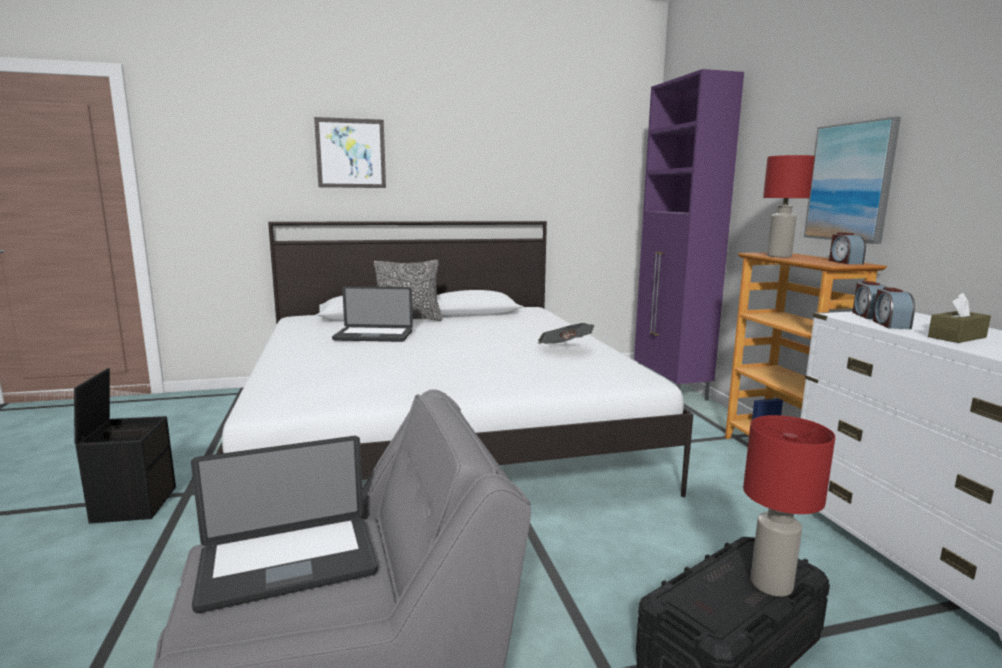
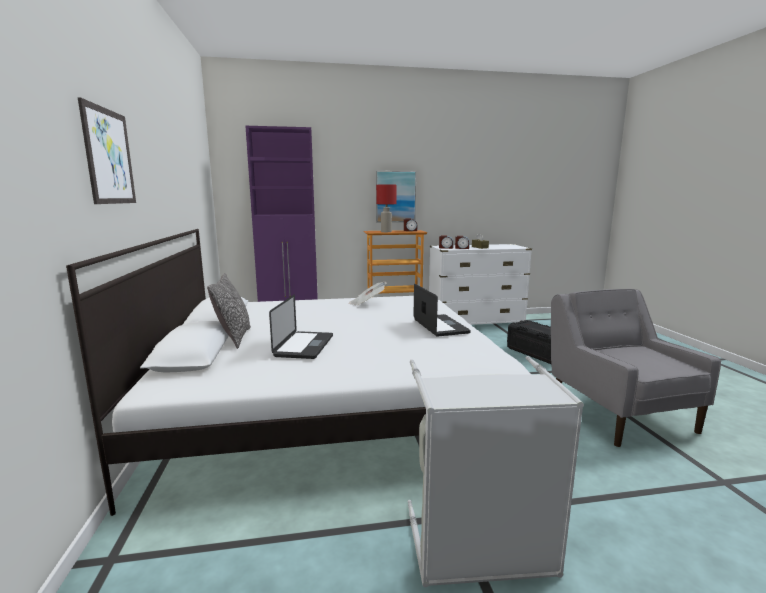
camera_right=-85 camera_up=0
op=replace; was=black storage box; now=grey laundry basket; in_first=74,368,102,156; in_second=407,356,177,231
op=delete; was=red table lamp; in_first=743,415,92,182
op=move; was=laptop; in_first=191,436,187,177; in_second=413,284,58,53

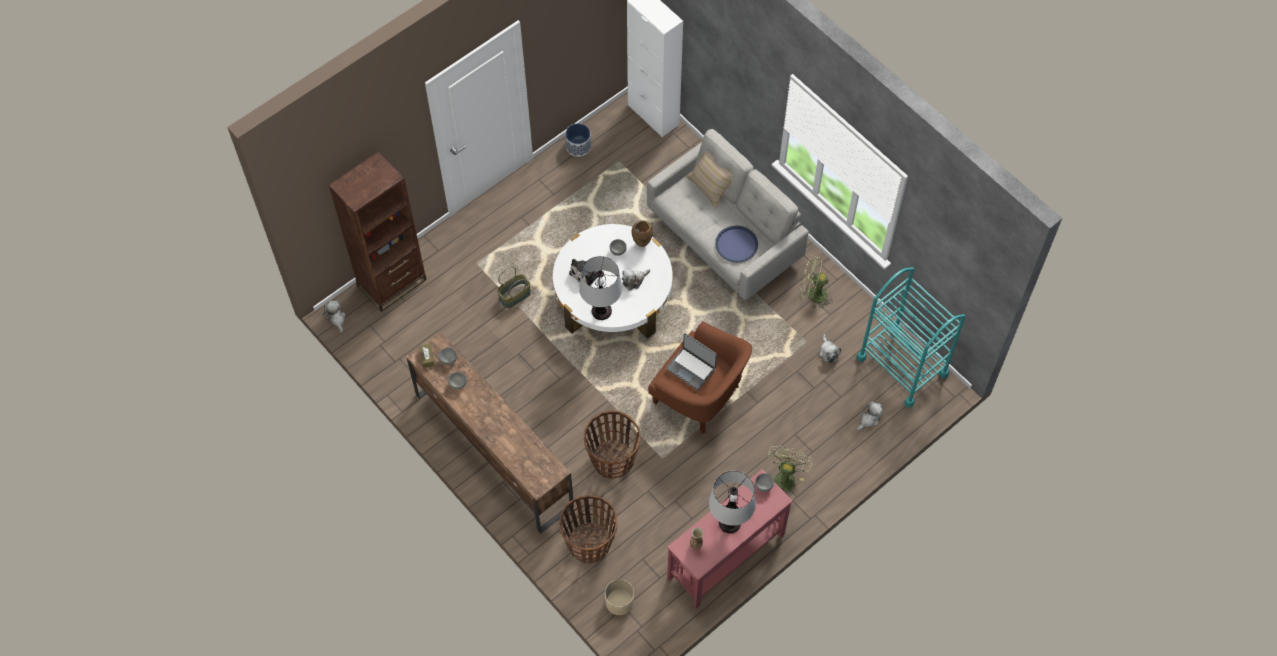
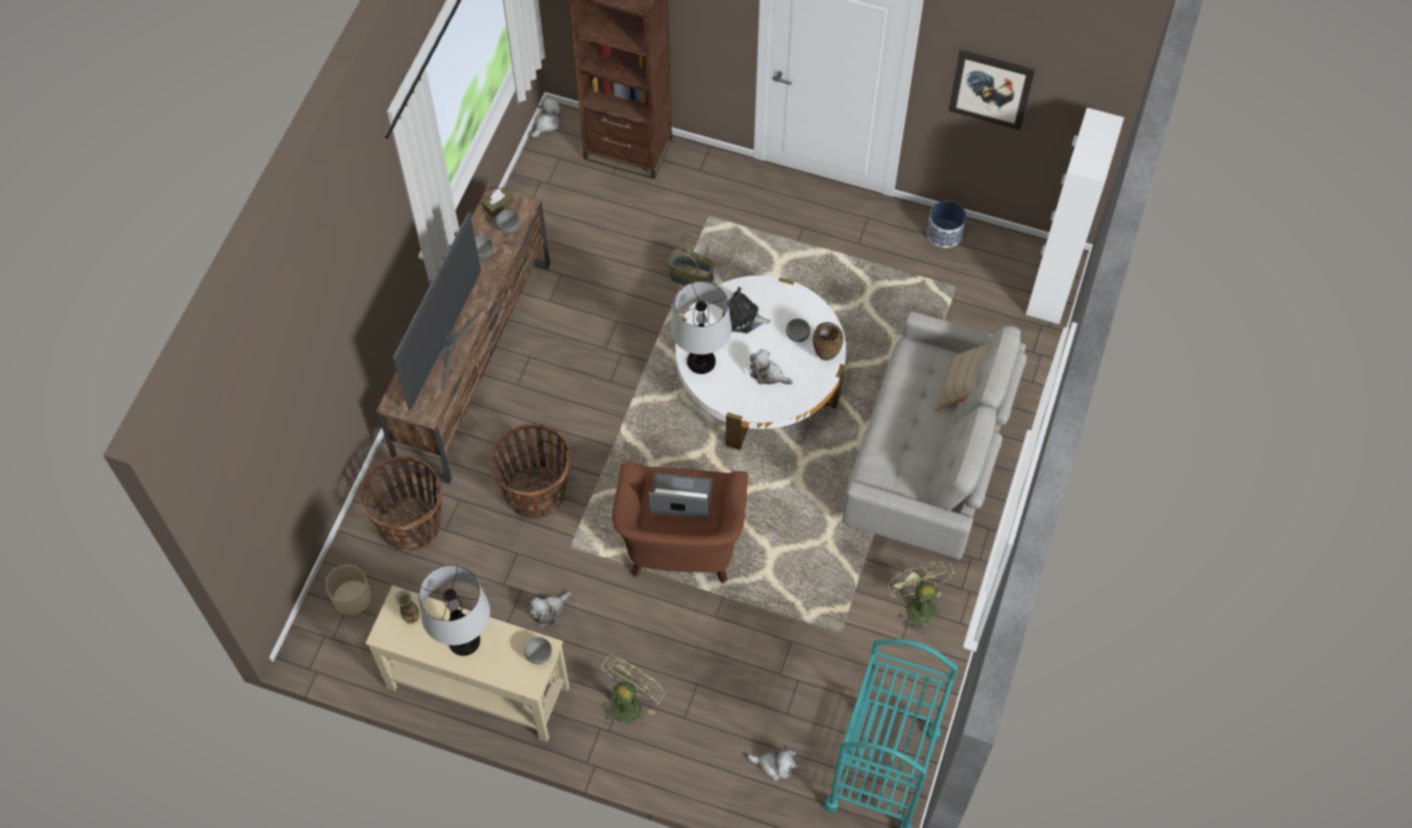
camera_right=60 camera_up=0
op=delete; was=blue tray; in_first=715,226,43,37
op=rotate; was=laptop; in_first=666,333,51,57; in_second=648,473,65,46; clockwise=90
op=move; was=plush toy; in_first=819,334,22,29; in_second=530,592,41,36
op=rotate; was=green fan; in_first=766,446,47,45; in_second=601,656,64,69; clockwise=-45
op=recolor; was=red console table; now=beige console table; in_first=667,469,126,140; in_second=366,585,203,157
op=insert; now=picture; in_second=949,50,86,80
op=insert; now=television; in_second=393,212,90,198

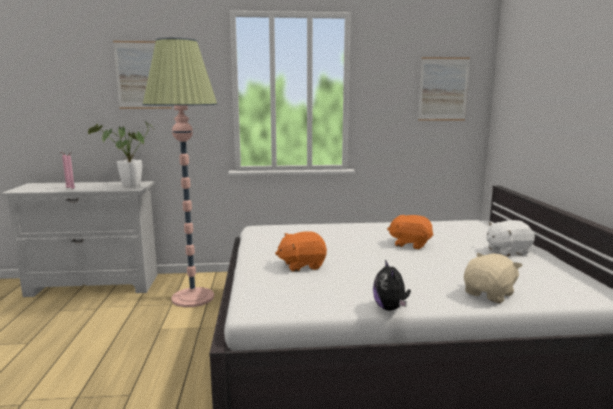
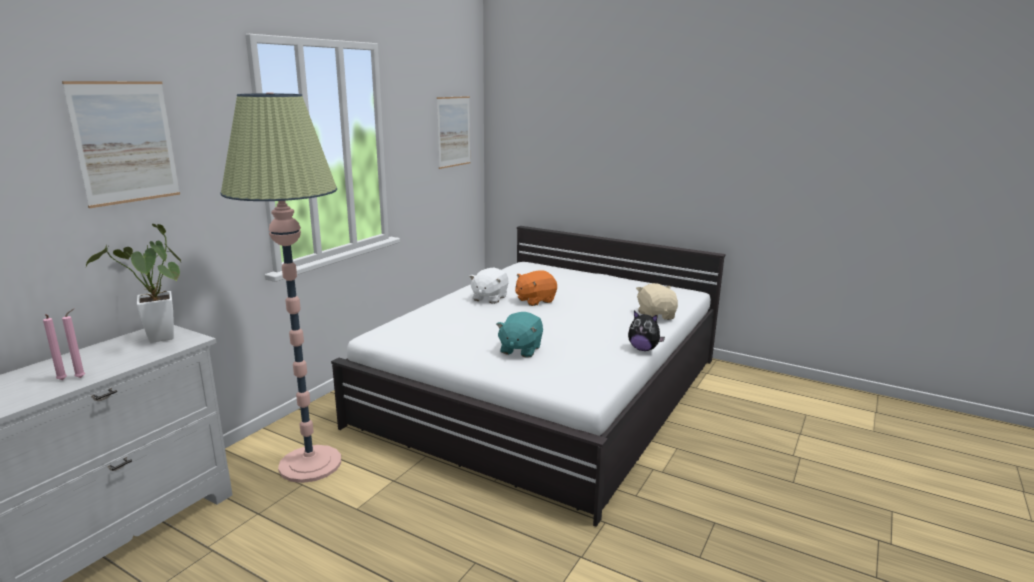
camera_right=-55 camera_up=5
op=move; was=white plush toy; in_first=486,220,49,36; in_second=469,268,40,36
op=recolor; was=orange plush toy; now=turquoise plush toy; in_first=275,231,52,41; in_second=496,312,47,46

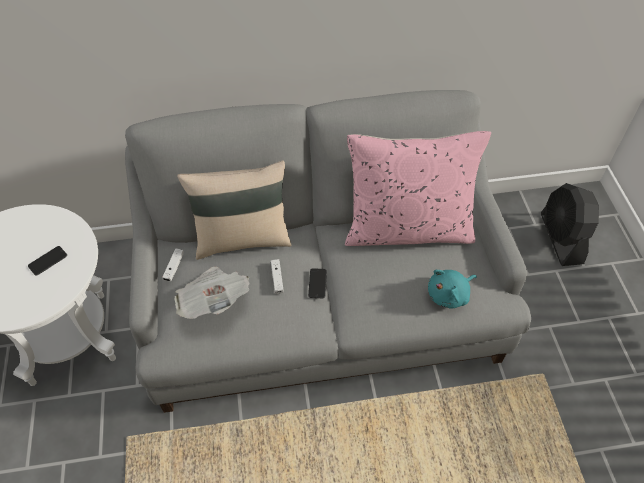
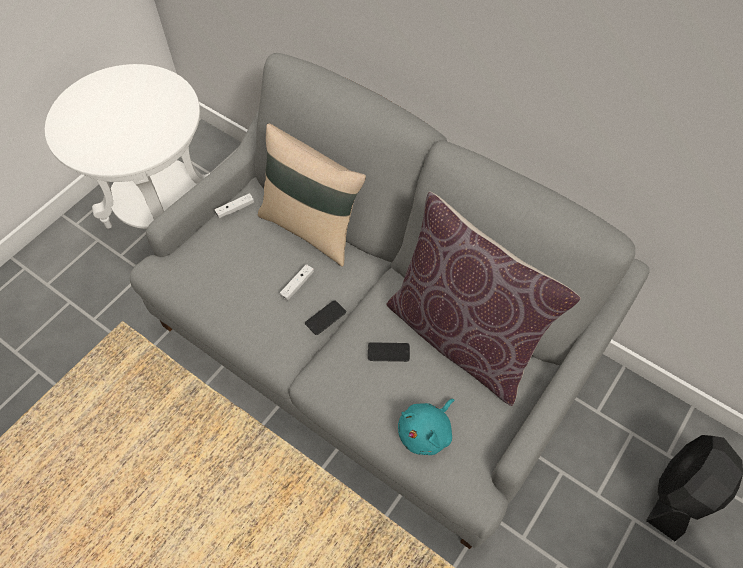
camera_right=45 camera_up=5
op=recolor; was=pink pillow; now=brown pillow; in_first=345,131,146,115; in_second=386,192,195,214
op=move; was=phone; in_first=28,246,39,30; in_second=368,342,42,20
op=delete; was=newspaper; in_first=175,266,74,53
op=rotate; was=turquoise plush toy; in_first=428,270,49,39; in_second=398,399,57,56; clockwise=-60

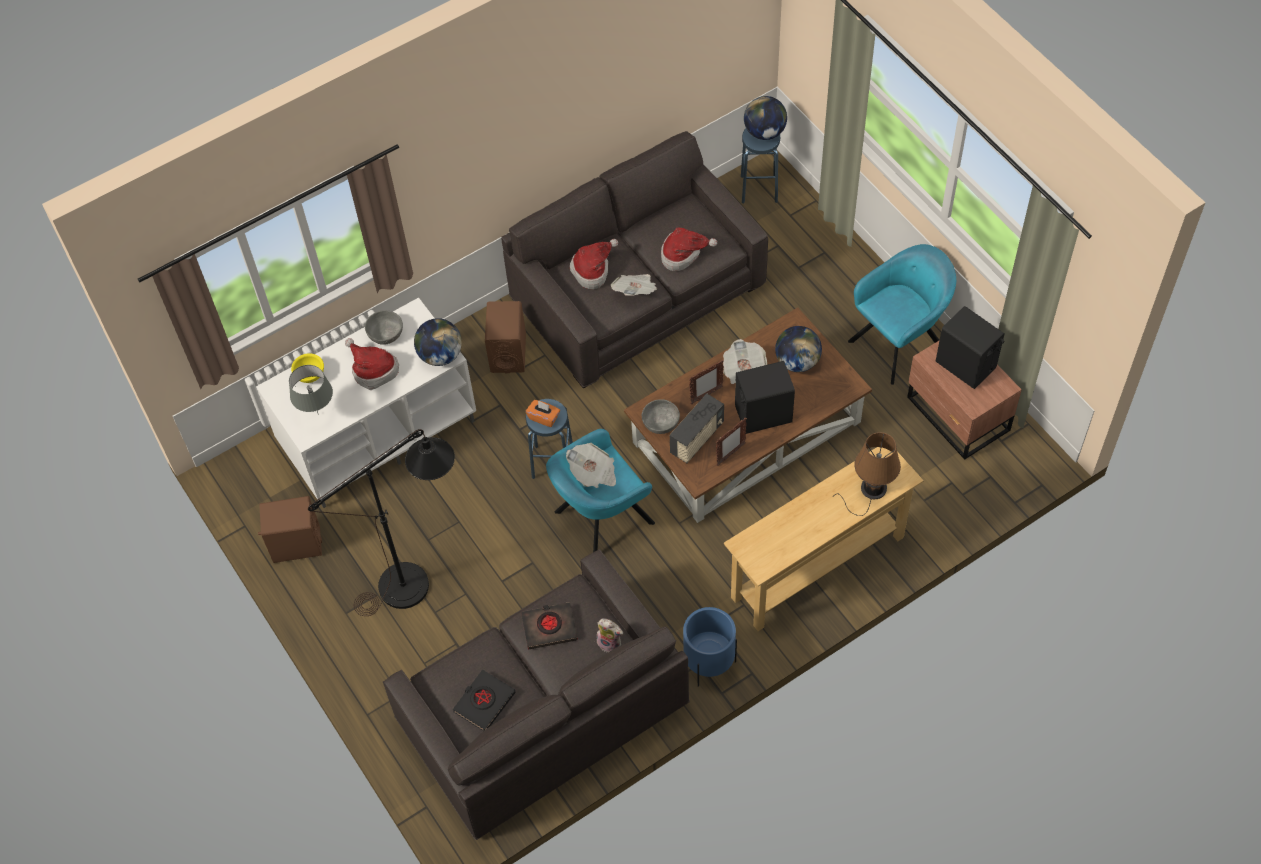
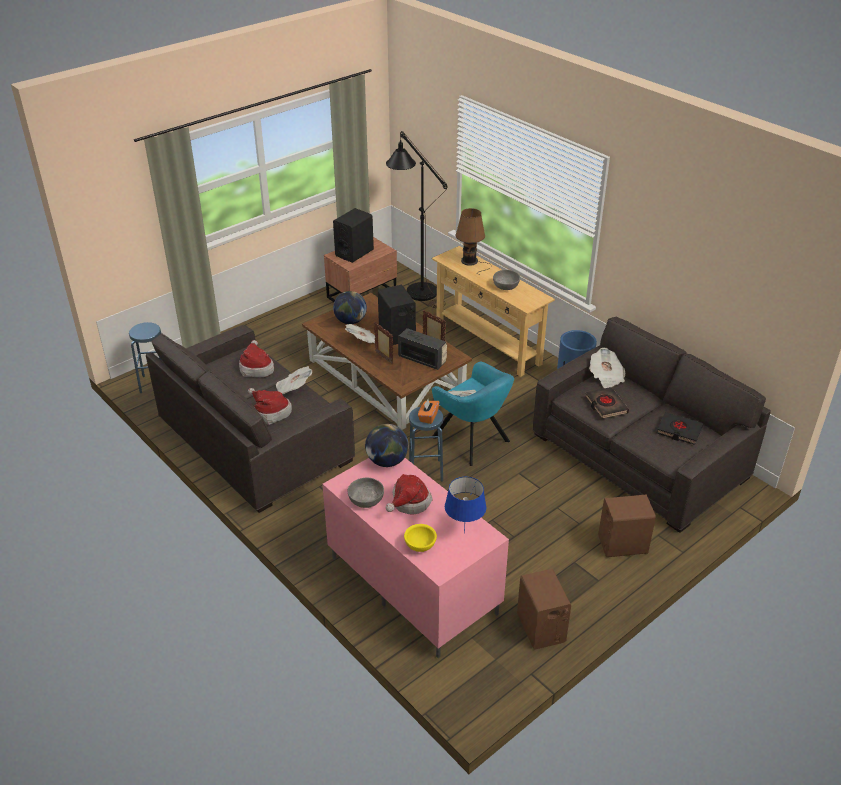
camera_right=-100 camera_up=-20
op=delete; was=globe; in_first=744,96,43,44
op=delete; was=turquoise armchair; in_first=848,244,108,141
op=recolor; was=white tv stand; now=pink tv stand; in_first=256,297,220,211; in_second=322,458,187,200
op=move; was=brown speaker; in_first=485,301,41,72; in_second=598,495,58,62
op=recolor; was=grey table lamp; now=blue table lamp; in_first=289,365,44,50; in_second=445,477,41,57
op=move; was=grey bowl; in_first=642,399,38,35; in_second=493,270,27,20
op=move; was=black floor lamp; in_first=308,429,147,187; in_second=386,131,61,177
op=replace; was=plush toy; now=newspaper; in_first=597,618,26,35; in_second=589,348,36,40

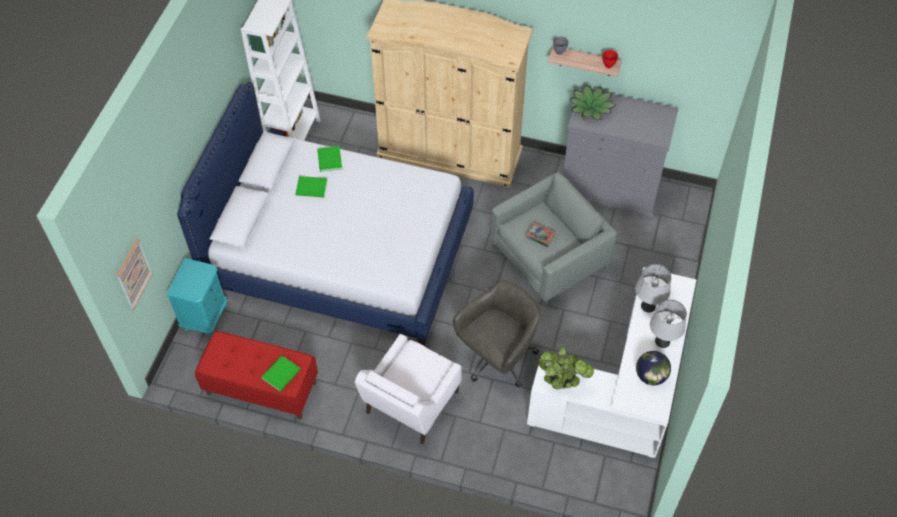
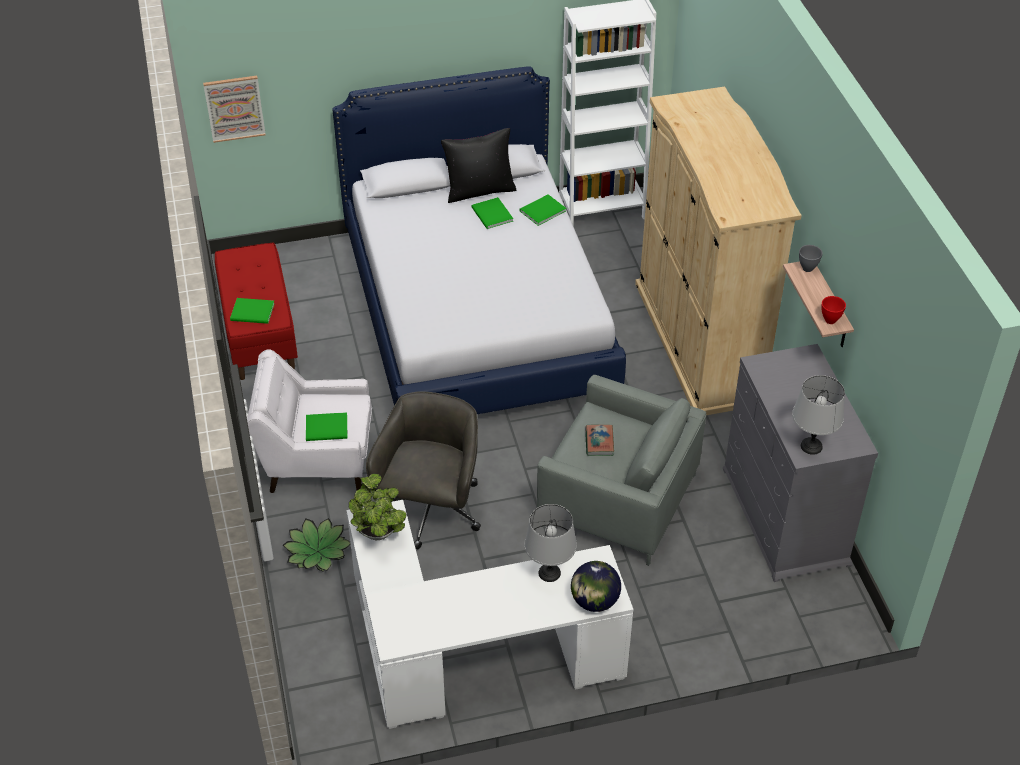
camera_right=60 camera_up=-10
op=move; was=potted plant; in_first=570,84,46,36; in_second=283,518,68,54
op=delete; was=turquoise nightstand; in_first=167,258,60,79
op=rotate; was=grey office chair; in_first=453,280,88,108; in_second=366,391,115,158; clockwise=-90
op=move; was=grey table lamp; in_first=650,300,37,48; in_second=792,375,53,80
op=move; was=globe; in_first=636,351,35,34; in_second=571,561,50,51
op=insert; now=black pillow; in_second=441,128,75,75
op=insert; now=green book; in_second=306,412,41,29

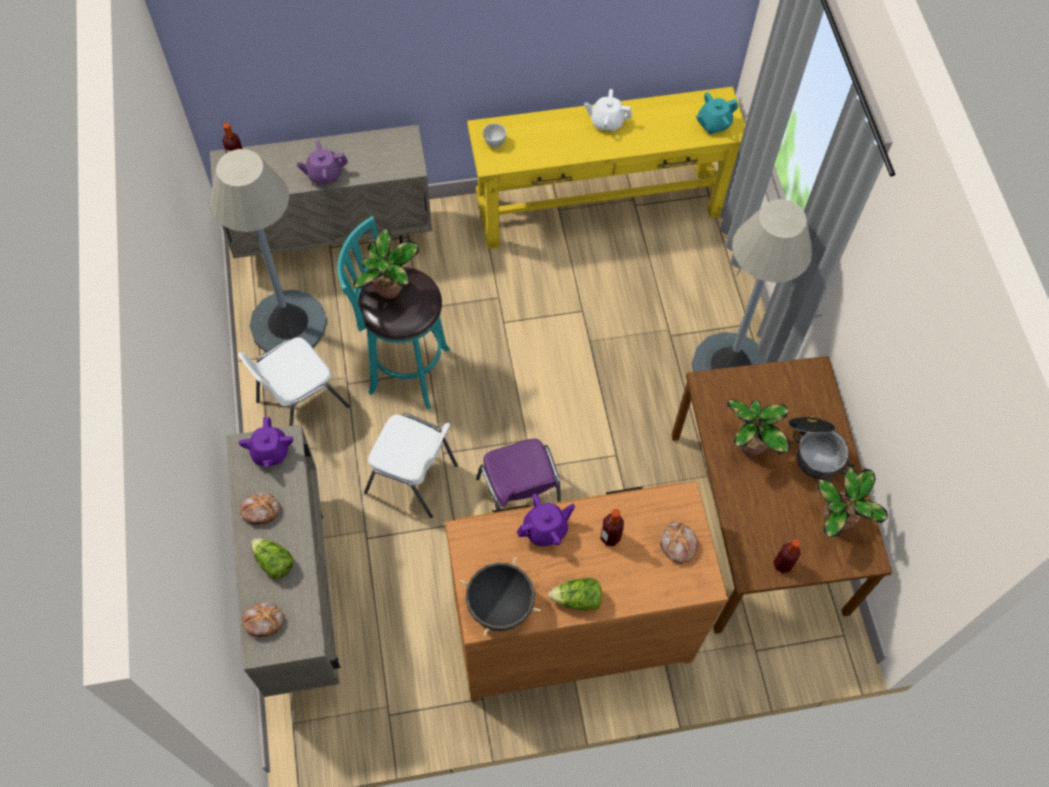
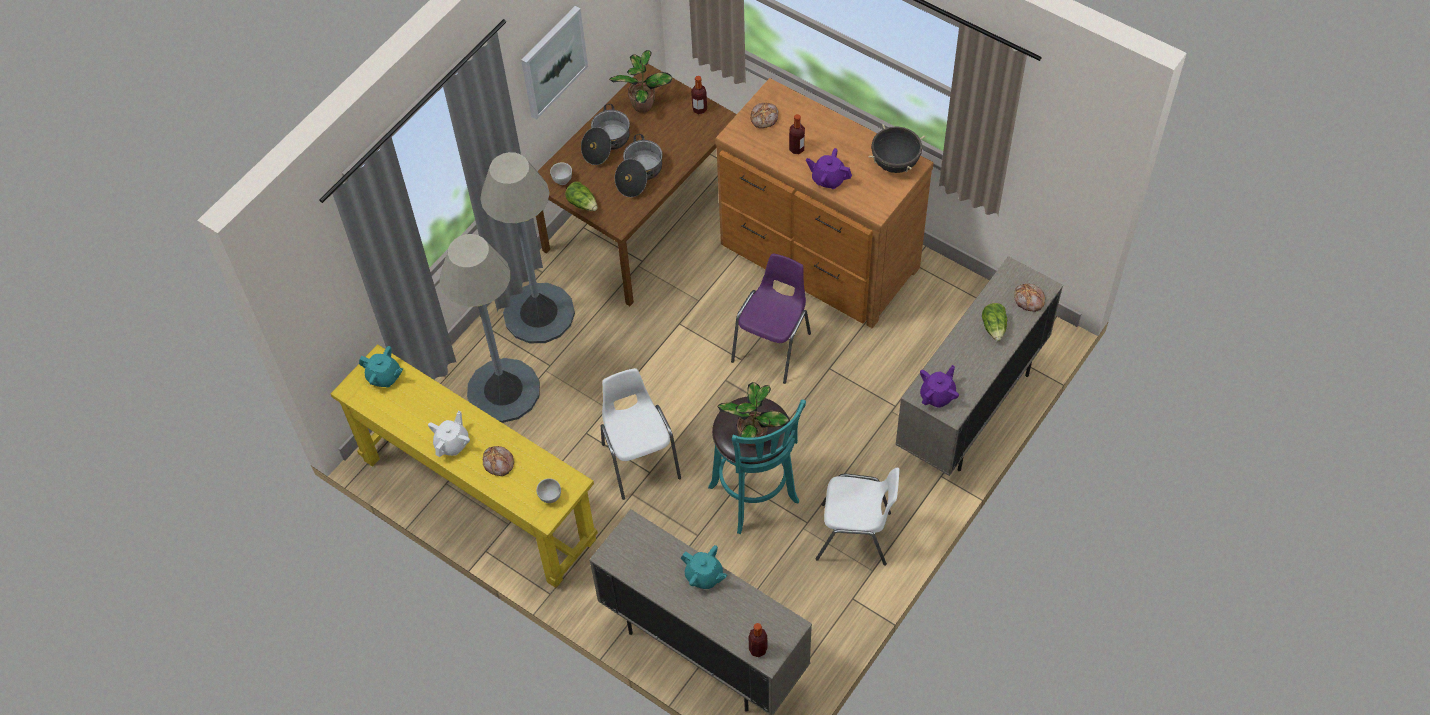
camera_right=-130 camera_up=-5
op=rotate; was=white teapot; in_first=584,89,48,42; in_second=428,411,42,46; clockwise=-120
op=recolor; was=purple teapot; now=turquoise teapot; in_first=296,141,52,44; in_second=681,545,46,44
op=move; was=grey floor lamp; in_first=210,149,117,203; in_second=440,234,100,189
op=replace; was=potted plant; now=cooking pot; in_first=727,399,64,57; in_second=615,134,48,63
op=move; was=white chair; in_first=364,414,94,104; in_second=601,368,80,132
op=move; was=bread; in_first=240,492,41,33; in_second=483,446,31,30
op=move; was=lettuce; in_first=549,578,53,32; in_second=565,182,33,29
op=insert; now=picture; in_second=521,6,67,114
op=insert; now=white bowl; in_second=550,162,22,23

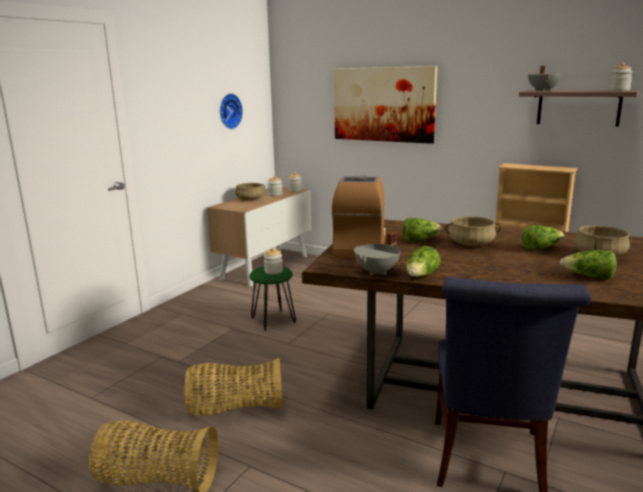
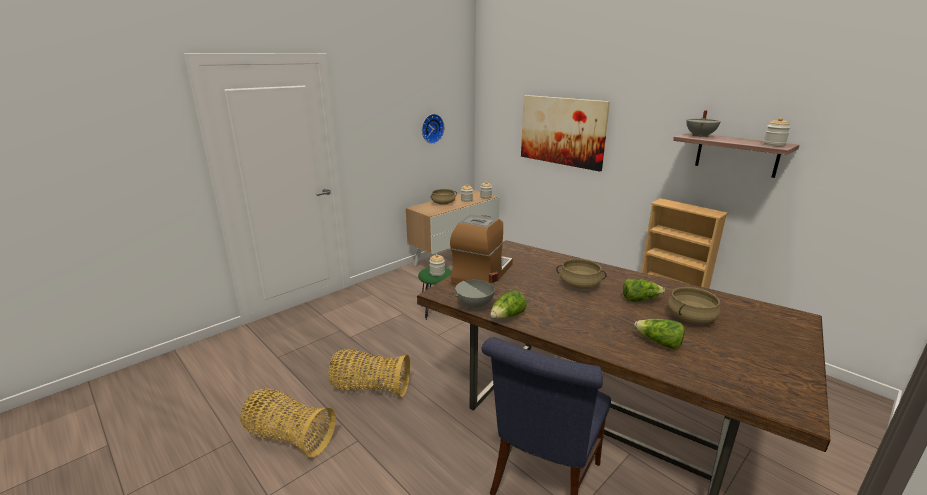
camera_right=15 camera_up=5
op=delete; was=lettuce; in_first=402,218,41,24

